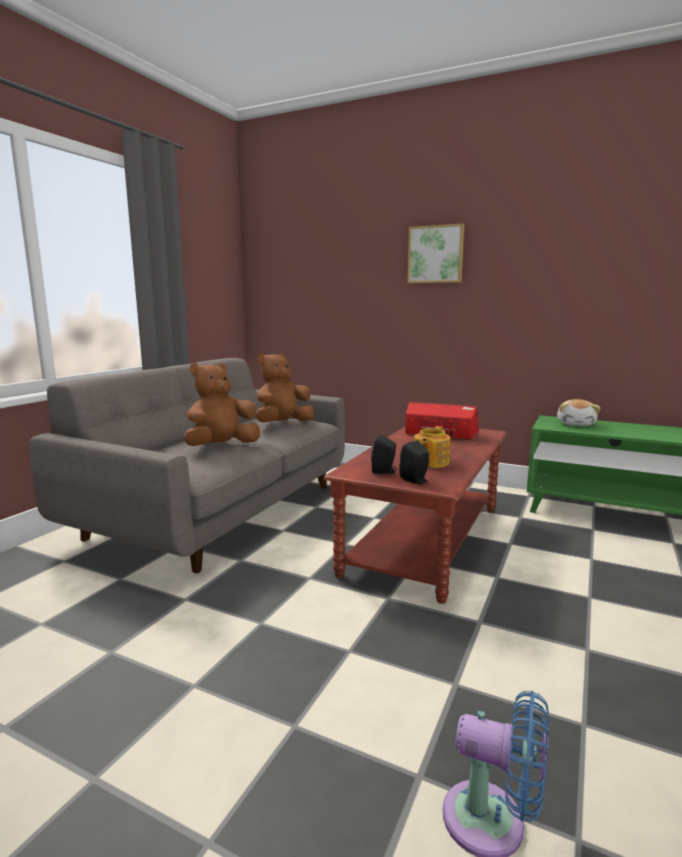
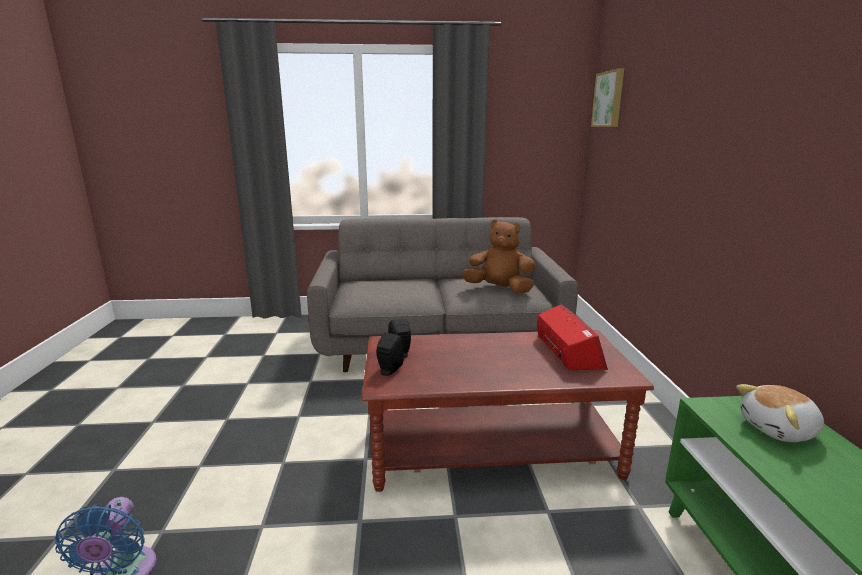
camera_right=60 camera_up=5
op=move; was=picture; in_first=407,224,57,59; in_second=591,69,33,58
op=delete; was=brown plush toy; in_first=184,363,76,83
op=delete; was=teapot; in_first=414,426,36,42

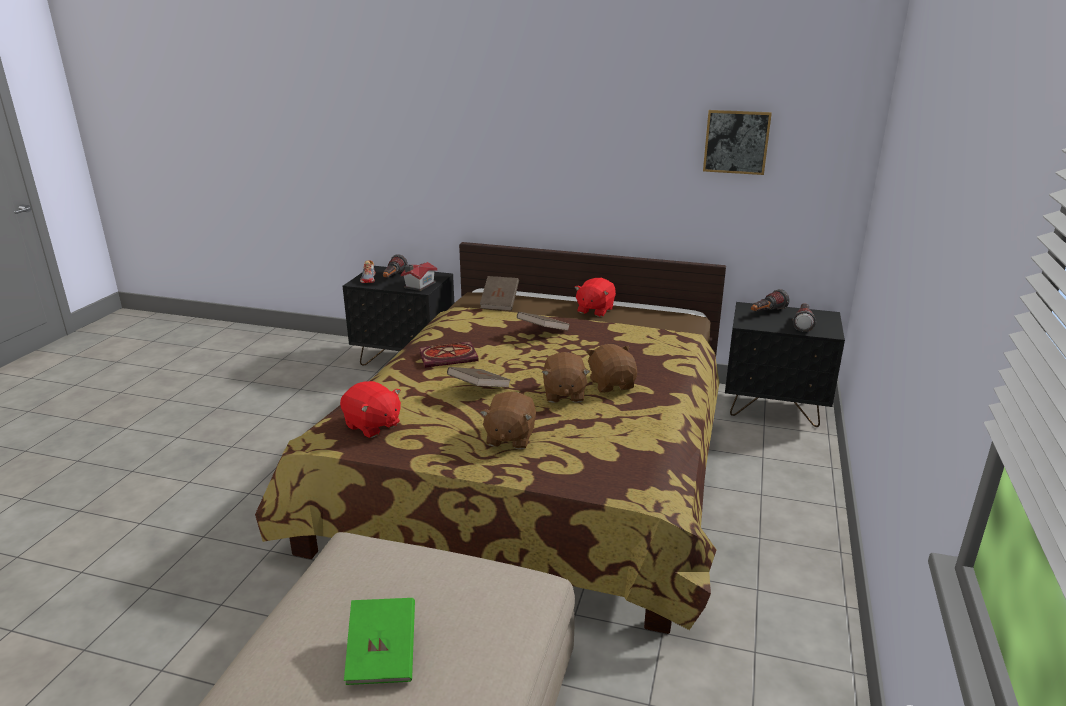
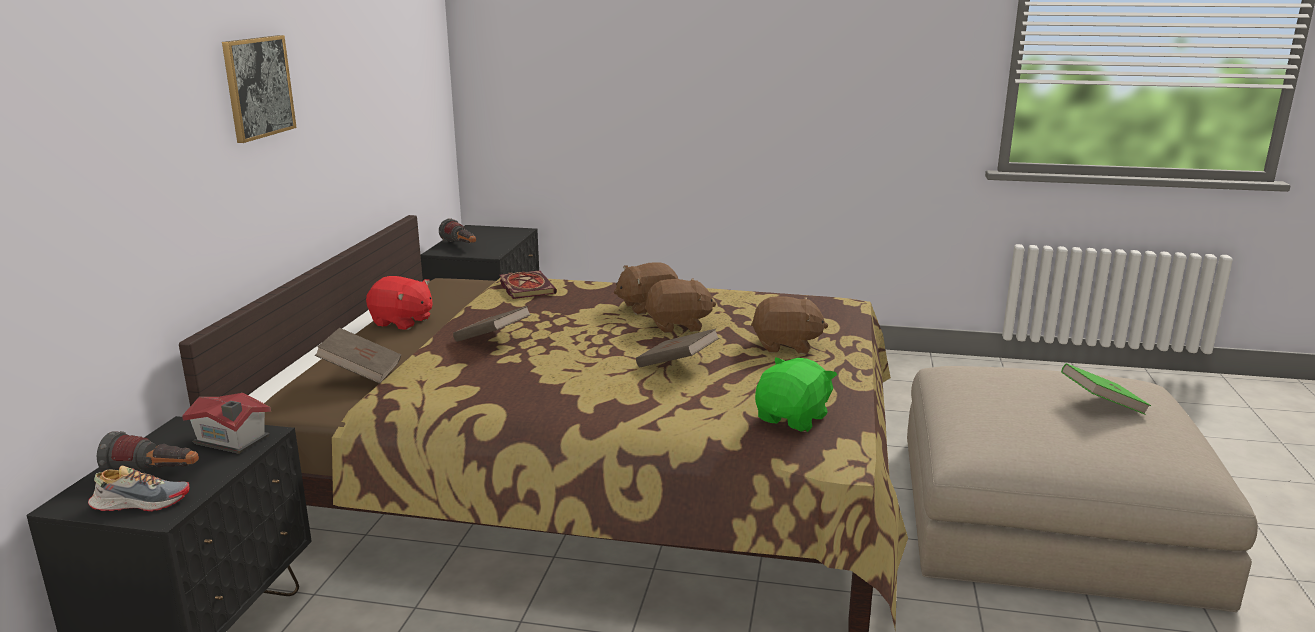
camera_right=-95 camera_up=-5
op=move; was=picture; in_first=703,110,69,65; in_second=222,35,75,108
op=delete; was=flashlight; in_first=792,303,24,29
op=move; was=book; in_first=419,342,60,26; in_second=500,271,57,28
op=recolor; was=red plush toy; now=green plush toy; in_first=340,381,61,57; in_second=755,358,82,74

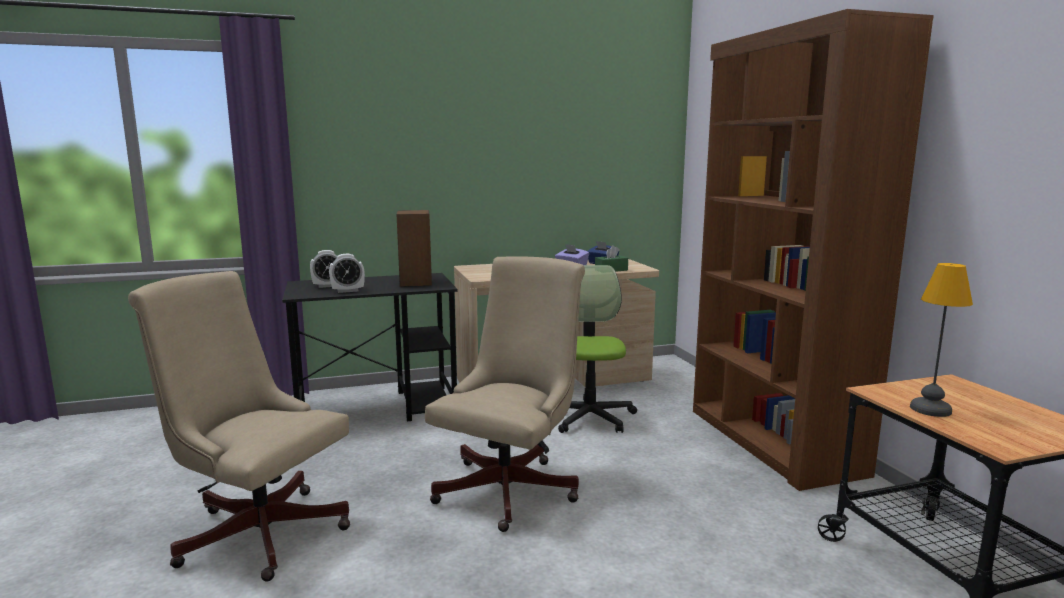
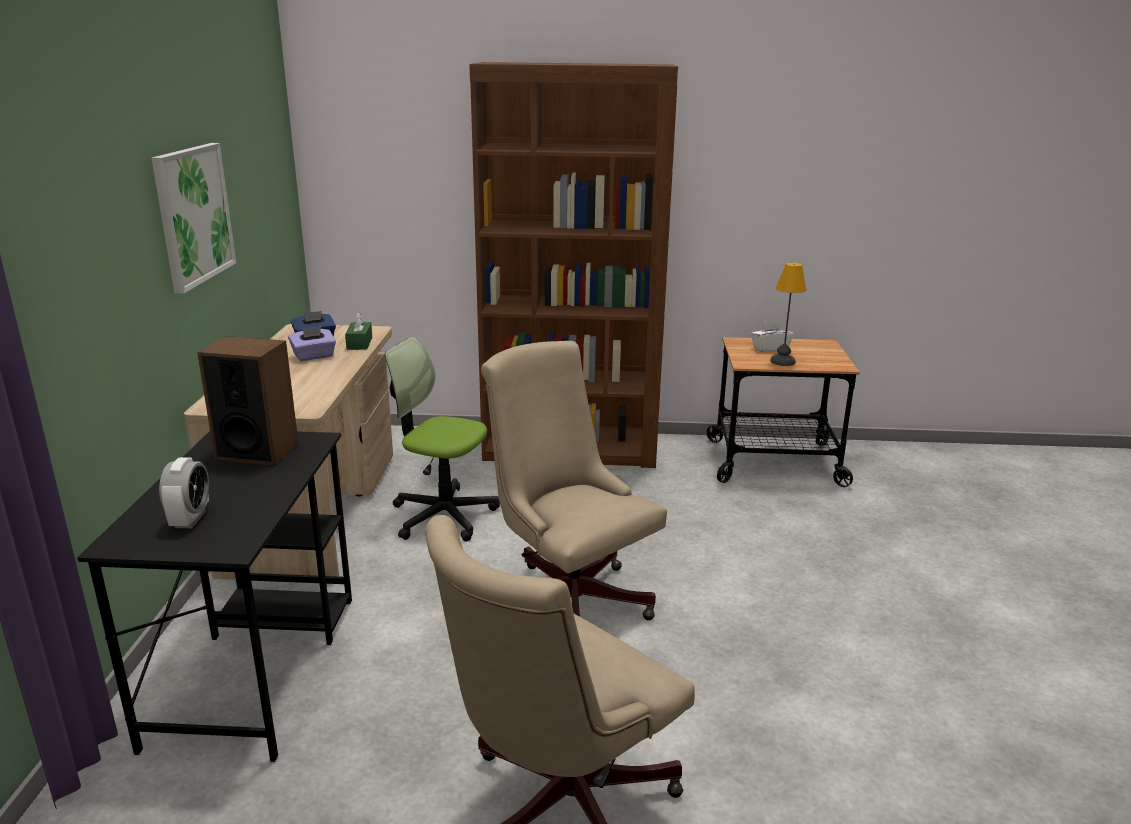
camera_right=-70 camera_up=10
op=delete; was=alarm clock; in_first=329,254,36,39
op=insert; now=picture; in_second=151,143,85,151
op=insert; now=white tissue box; in_second=751,320,42,32

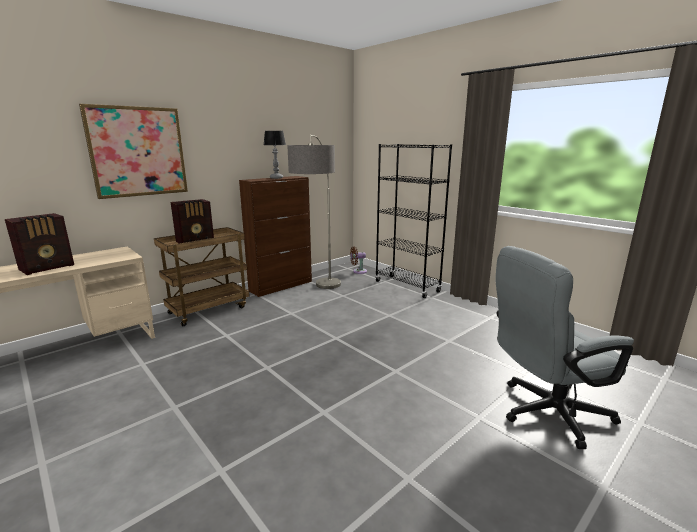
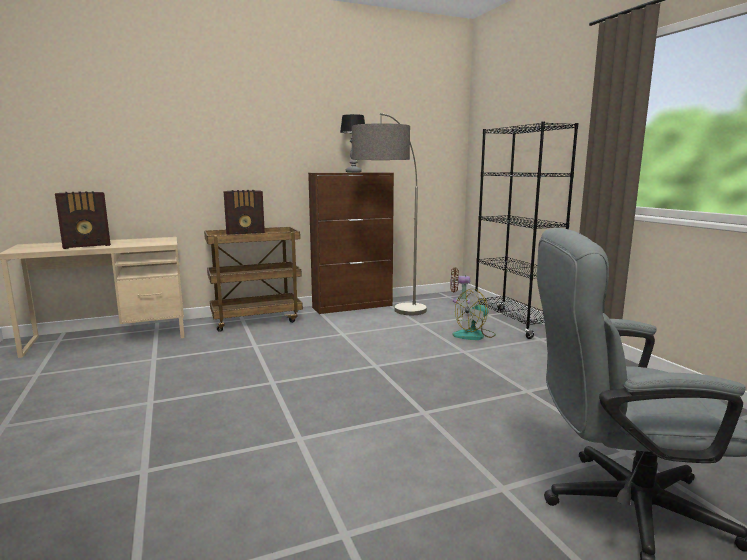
camera_right=20 camera_up=-5
op=delete; was=picture; in_first=79,104,109,95
op=insert; now=fan; in_second=453,289,43,51

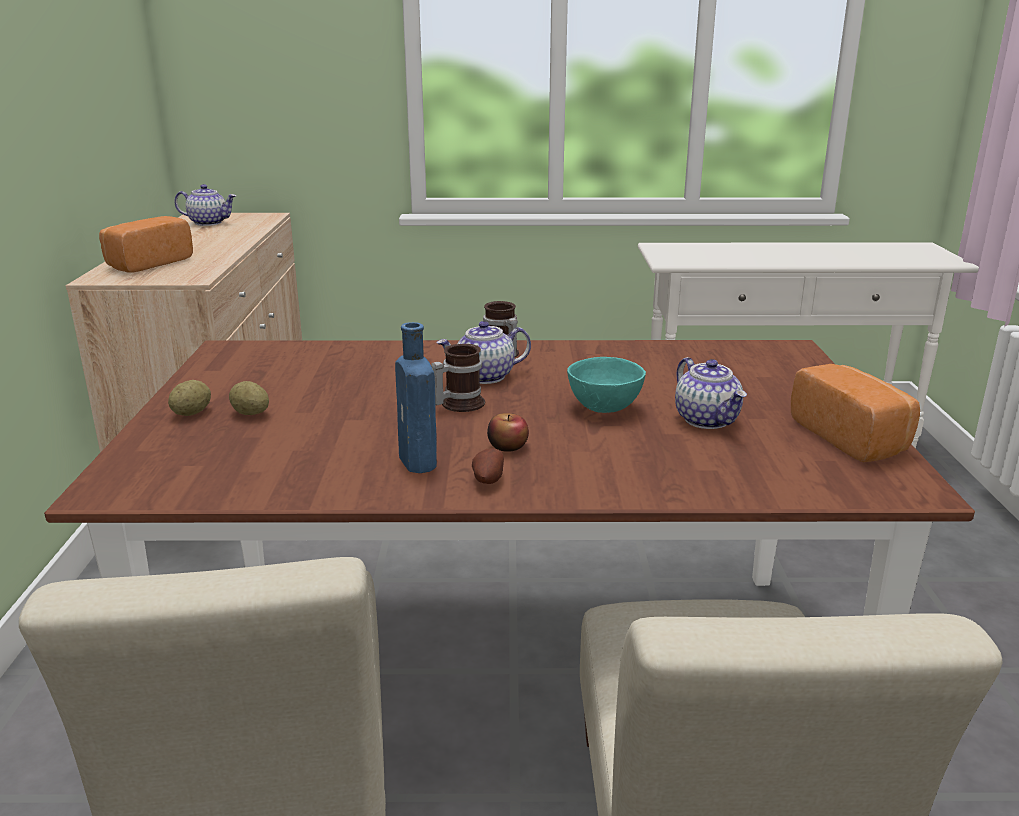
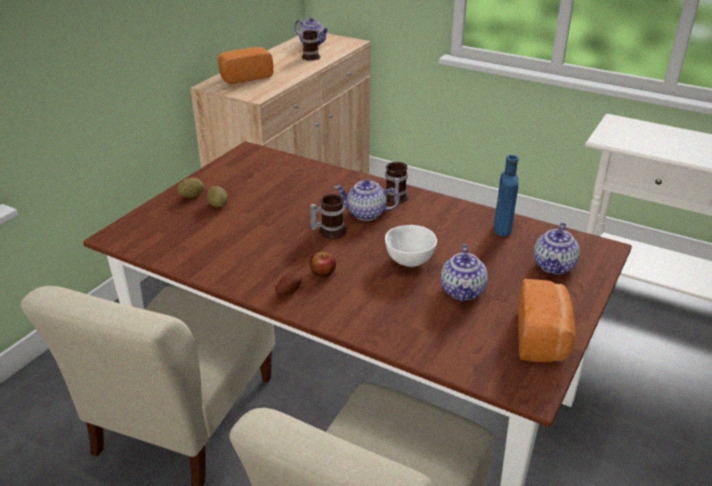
camera_right=30 camera_up=10
op=move; was=blue bottle; in_first=395,322,42,151; in_second=494,155,25,81
op=recolor; was=turquoise bowl; now=white bowl; in_first=567,357,79,56; in_second=385,225,52,42
op=insert; now=mug; in_second=302,30,18,31
op=insert; now=teapot; in_second=534,223,46,51

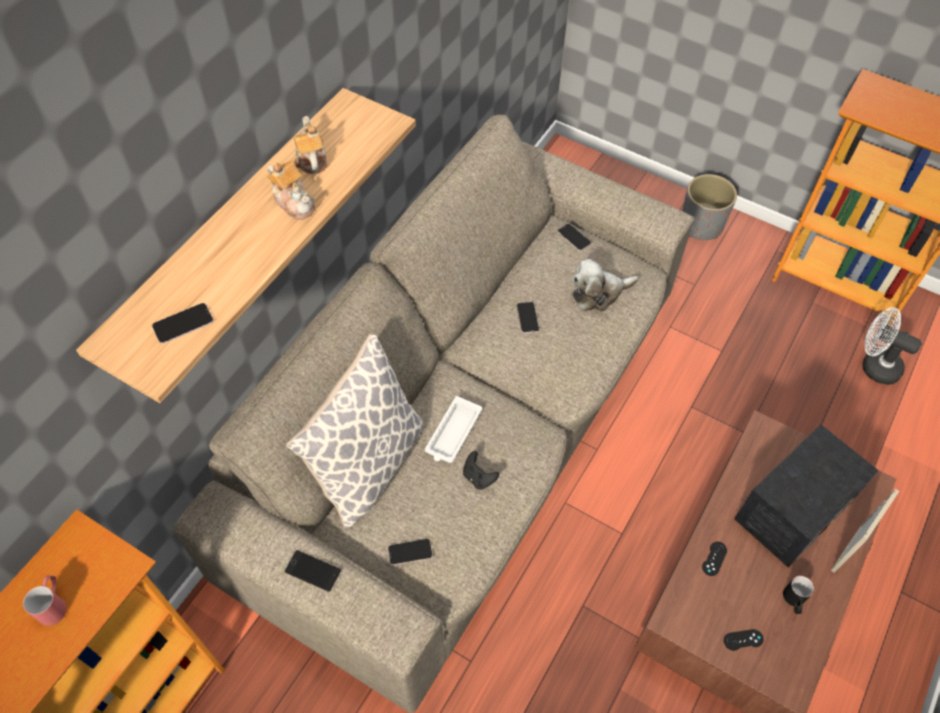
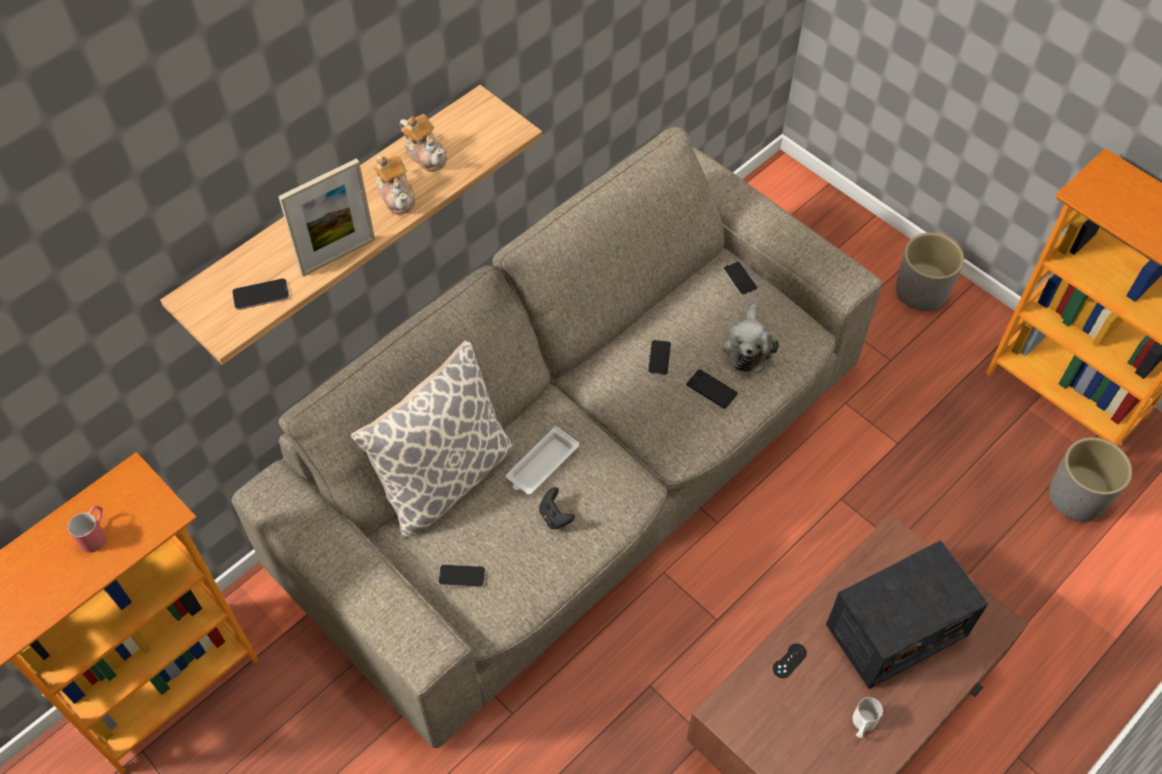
camera_right=15 camera_up=0
op=rotate; was=teapot; in_first=294,116,33,58; in_second=400,114,47,58; clockwise=135
op=rotate; was=plush toy; in_first=572,259,67,52; in_second=722,304,57,69; clockwise=-75
op=replace; was=white fan; now=grey planter; in_first=862,307,60,78; in_second=1049,437,83,85
op=move; was=picture frame; in_first=831,489,68,84; in_second=278,158,97,119
op=move; was=phone; in_first=285,550,56,42; in_second=686,369,52,40
op=recolor; was=black mug; now=white mug; in_first=783,576,31,38; in_second=853,697,30,41
op=delete; was=black game controller; in_first=724,629,40,22

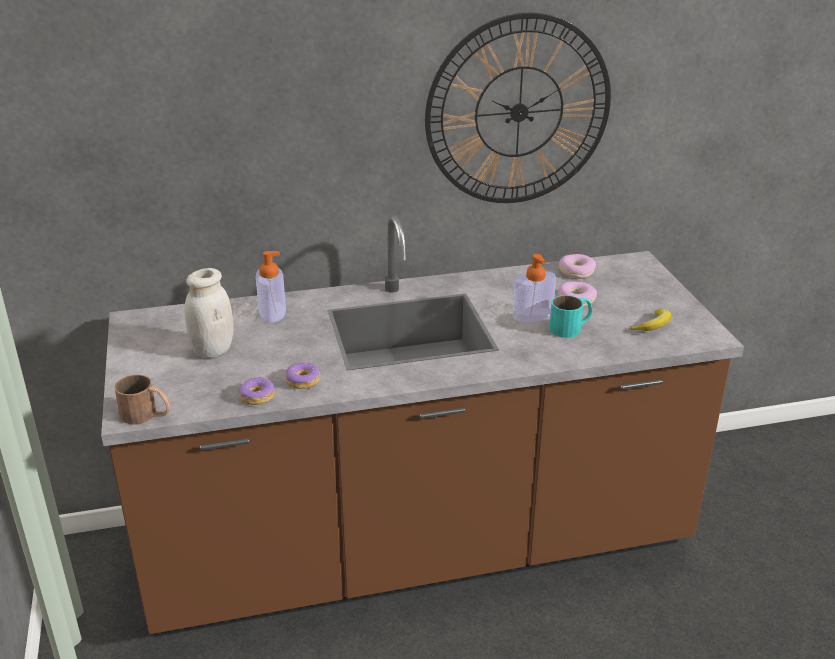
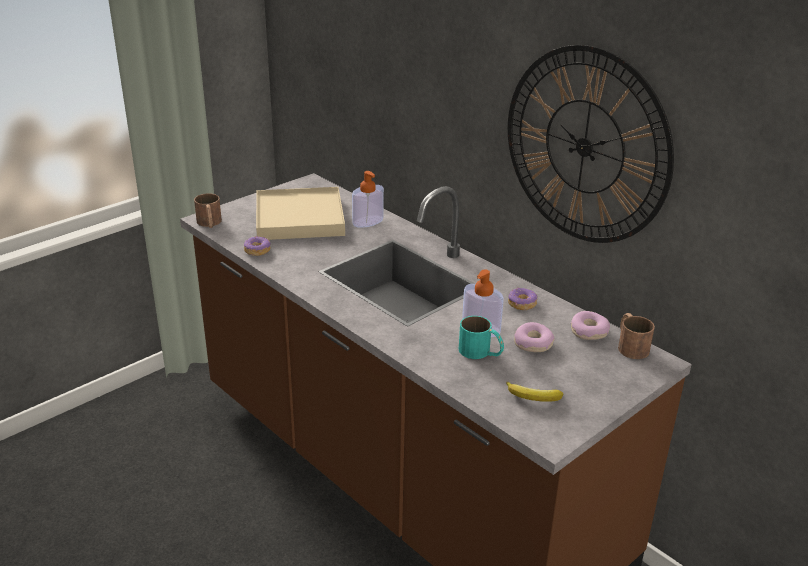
camera_right=60 camera_up=0
op=replace; was=white jar; now=beige tray; in_first=185,268,48,90; in_second=256,187,89,53
op=move; was=donut; in_first=285,362,35,27; in_second=508,288,29,22
op=insert; now=brown mug; in_second=618,313,37,46

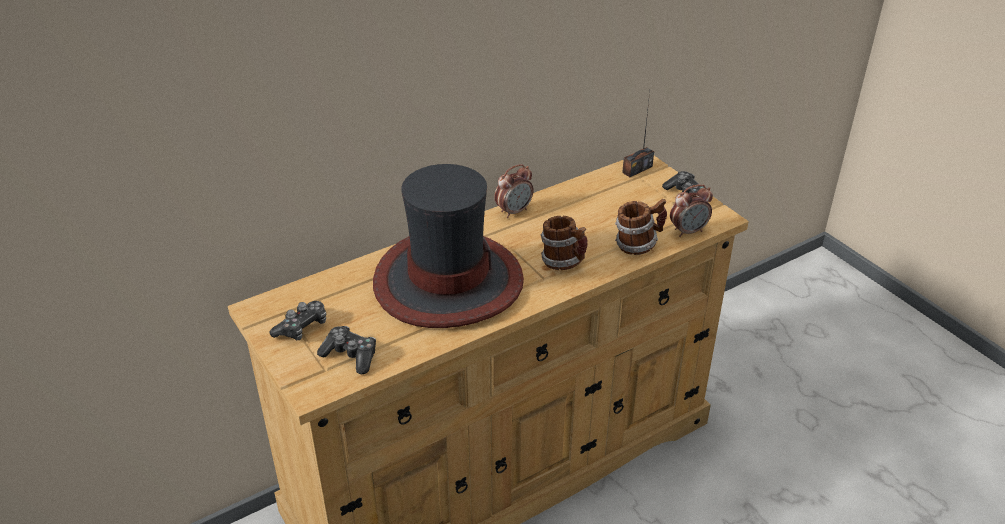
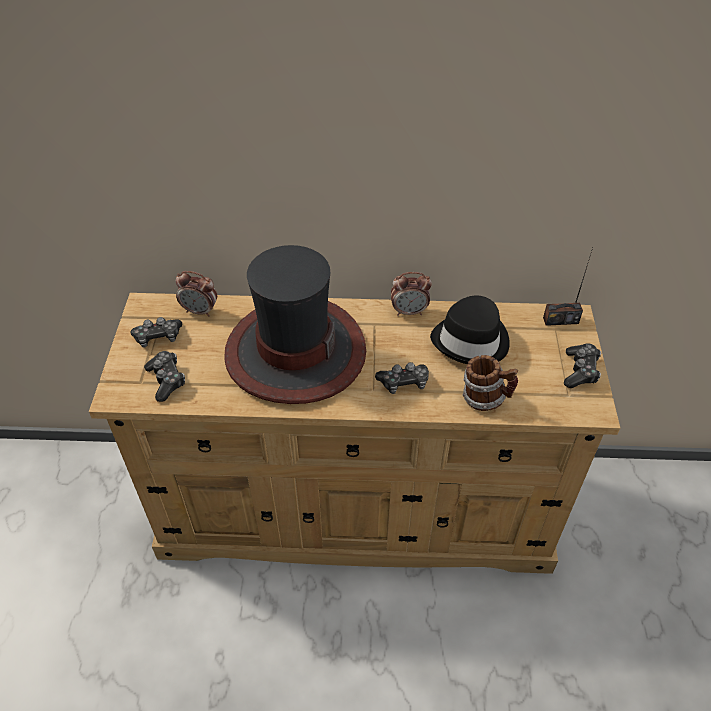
camera_right=35 camera_up=10
op=move; was=alarm clock; in_first=670,184,43,53; in_second=176,271,41,46
op=replace; was=mug; now=game controller; in_first=541,216,47,54; in_second=375,362,54,32
op=insert; now=black hat; in_second=430,296,80,68

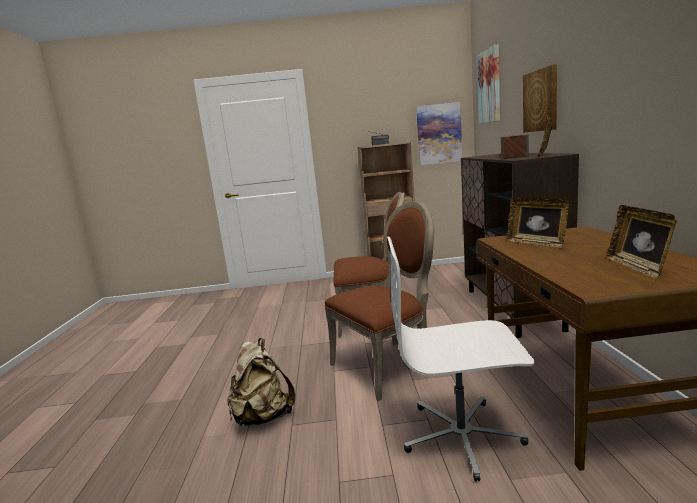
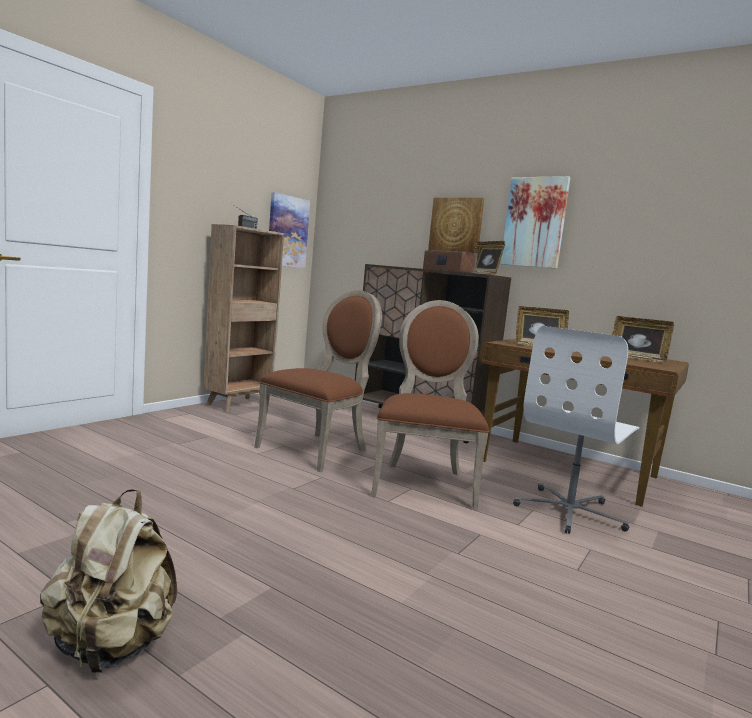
camera_right=-55 camera_up=-5
op=move; was=picture; in_first=477,44,23,80; in_second=501,176,70,93
op=move; was=beige backpack; in_first=227,338,68,88; in_second=40,489,137,184

